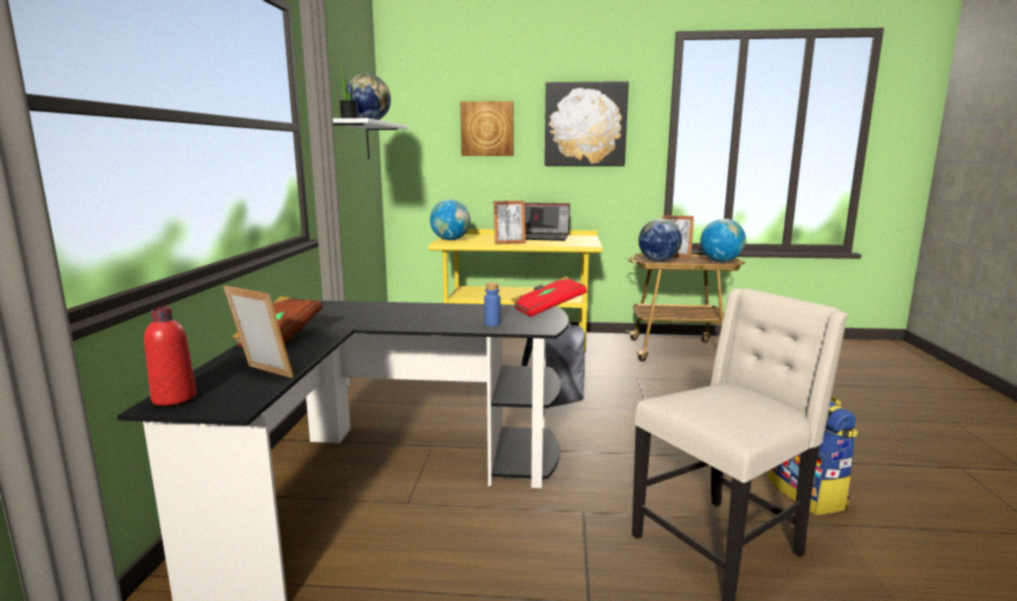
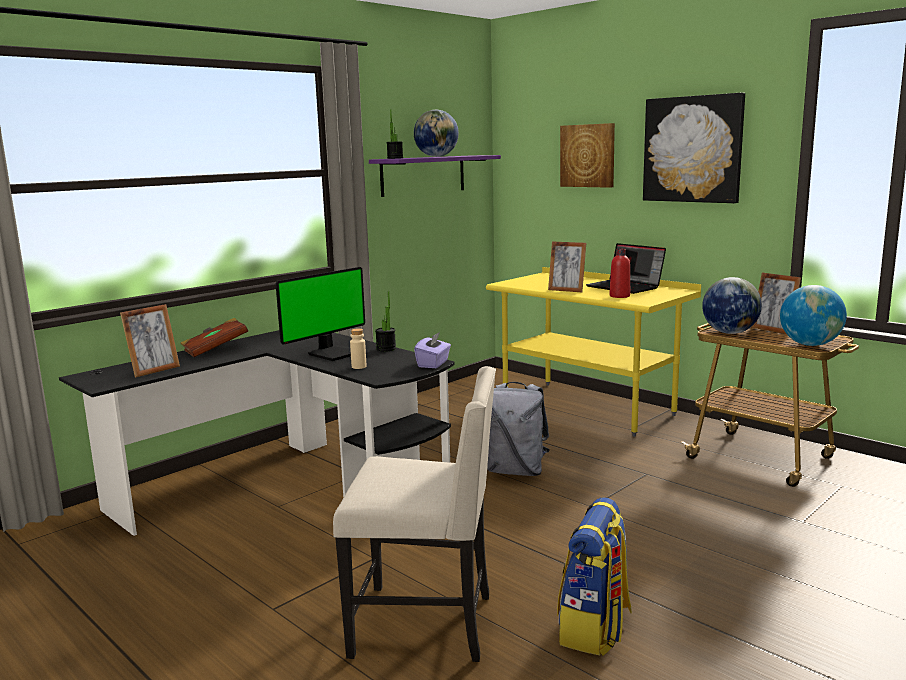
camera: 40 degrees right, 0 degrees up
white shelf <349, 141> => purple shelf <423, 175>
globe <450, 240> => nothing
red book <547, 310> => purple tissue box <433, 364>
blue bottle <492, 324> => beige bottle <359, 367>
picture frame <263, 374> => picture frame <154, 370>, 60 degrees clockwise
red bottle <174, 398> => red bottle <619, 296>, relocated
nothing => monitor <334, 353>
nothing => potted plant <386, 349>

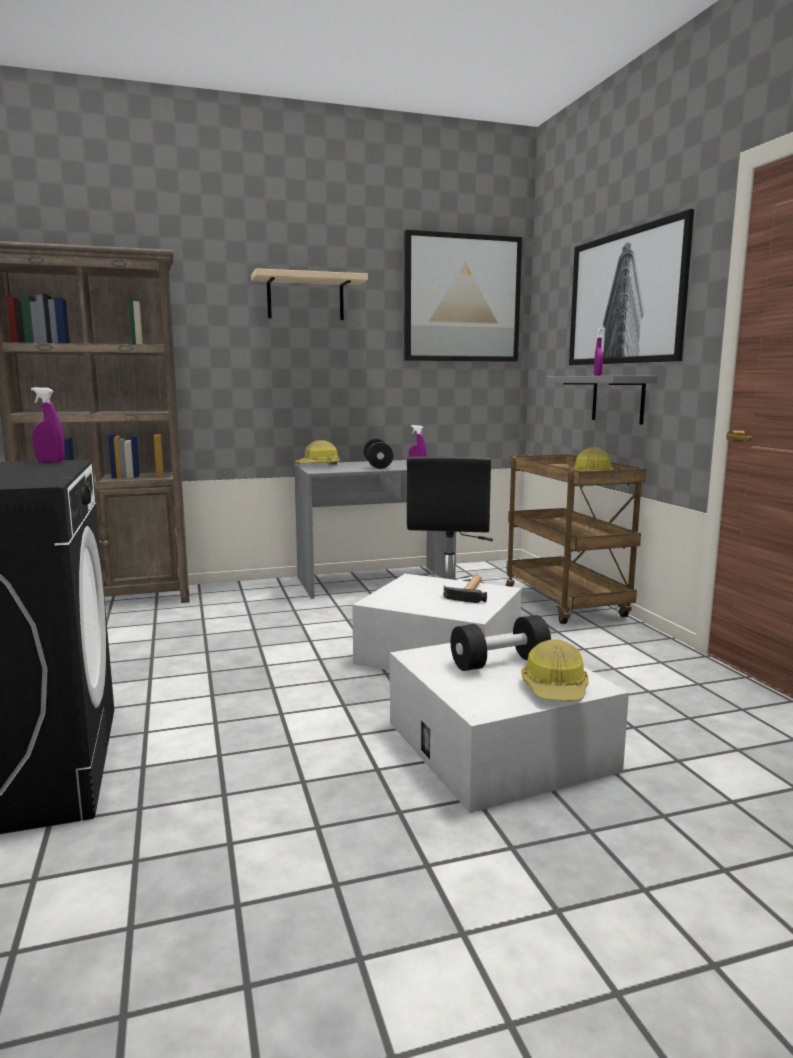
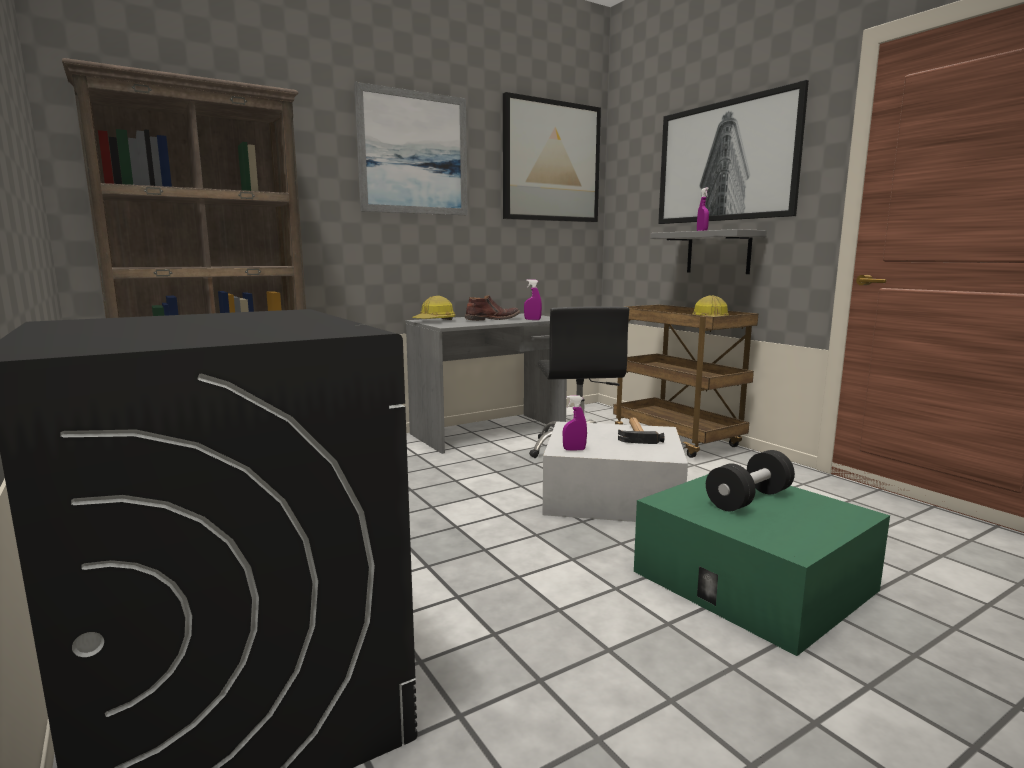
camera: 15 degrees left, 0 degrees up
beige shelf <305, 298> => picture <414, 153>
purple spray bottle <50, 461> => purple spray bottle <574, 449>, relocated
black dumbbell <377, 465> => brown boot <492, 319>
white storage box <498, 745> => green storage box <753, 580>
hard hat <555, 689> => nothing

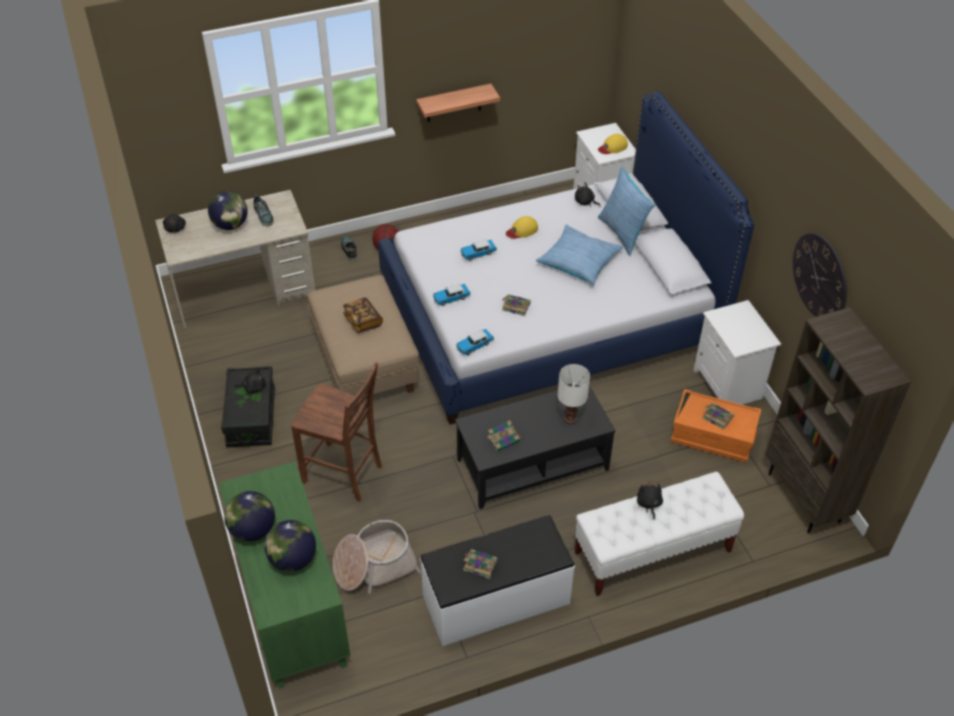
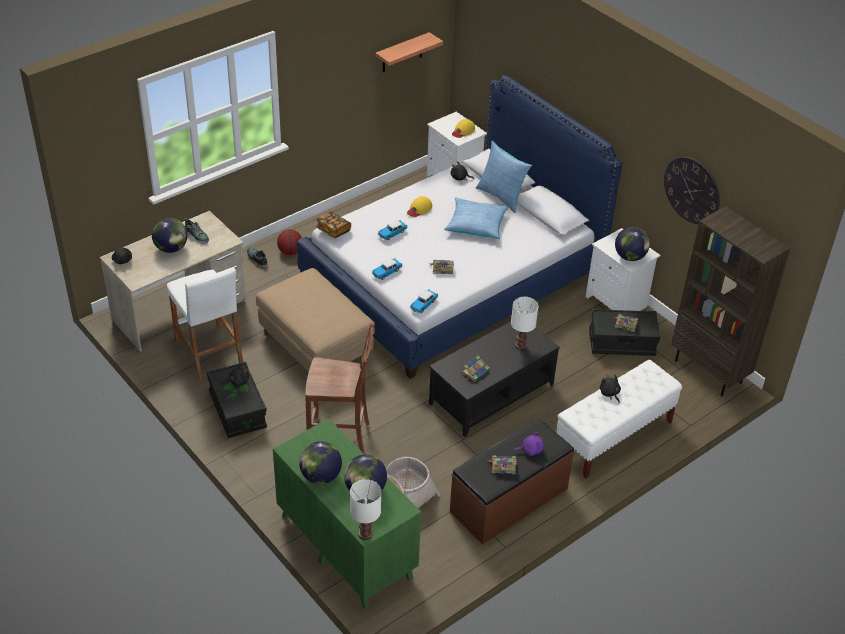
camera: 20 degrees left, 5 degrees down
shelf <454, 103> => shelf <402, 53>, relocated
book <363, 321> => book <333, 230>, relocated
orange storage box <712, 437> => black storage box <621, 343>
white bench <496, 600> => brown bench <509, 500>
nothing => globe <630, 257>
nothing => white stool <209, 354>
nothing => purple plush toy <530, 450>
nothing => white table lamp <365, 533>

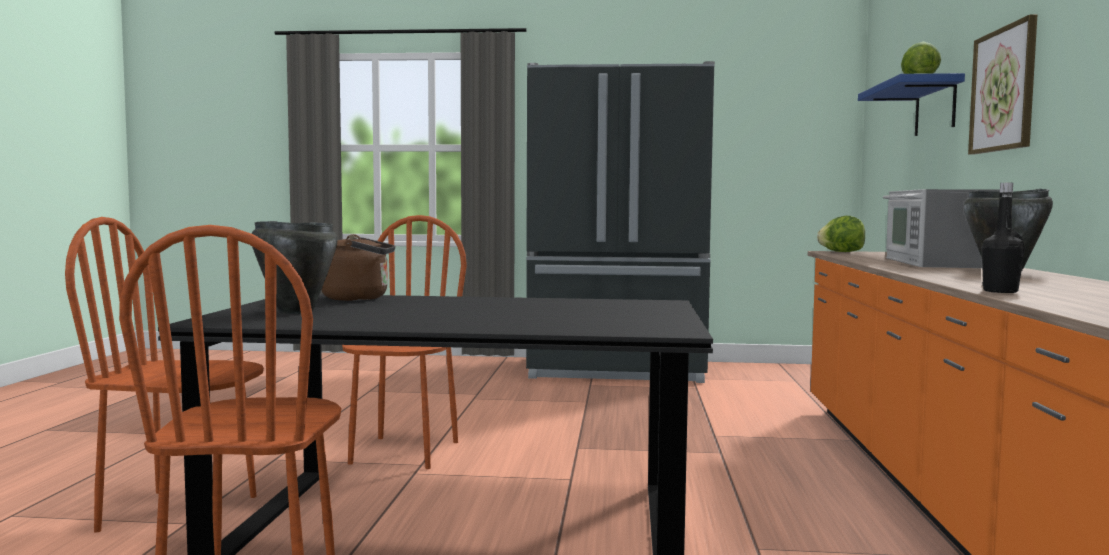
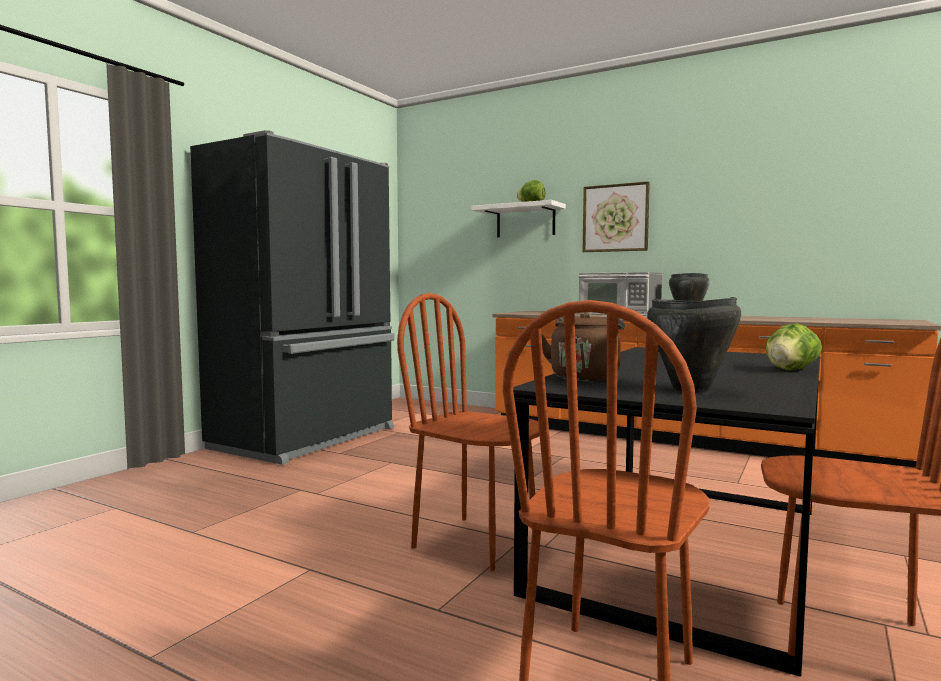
camera: 65 degrees left, 0 degrees up
blue shelf <935, 108> => white shelf <525, 221>
black bottle <1000, 291> => nothing
lettuce <841, 252> => lettuce <790, 370>, relocated

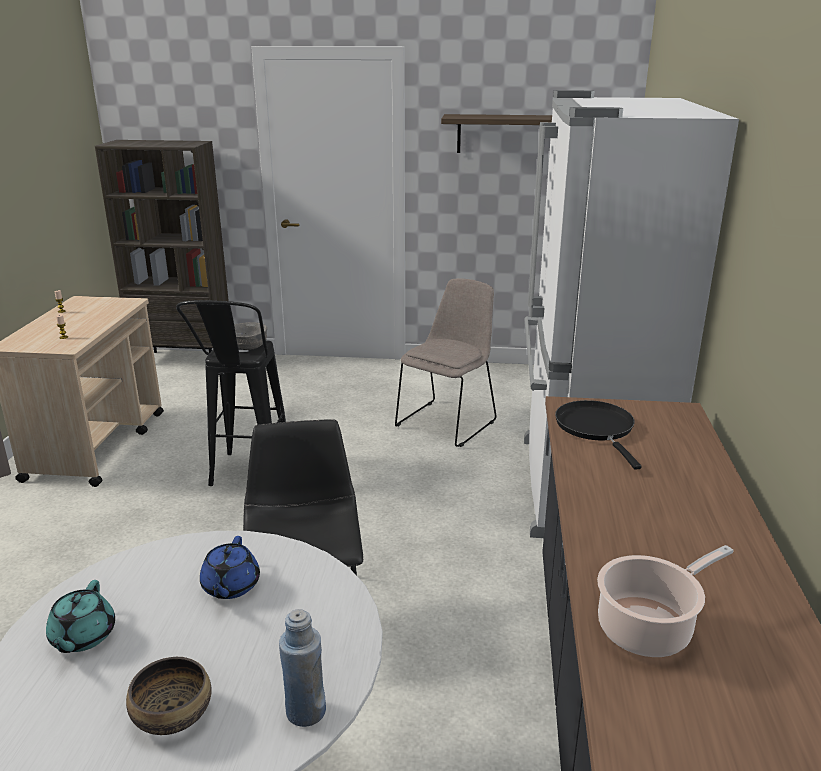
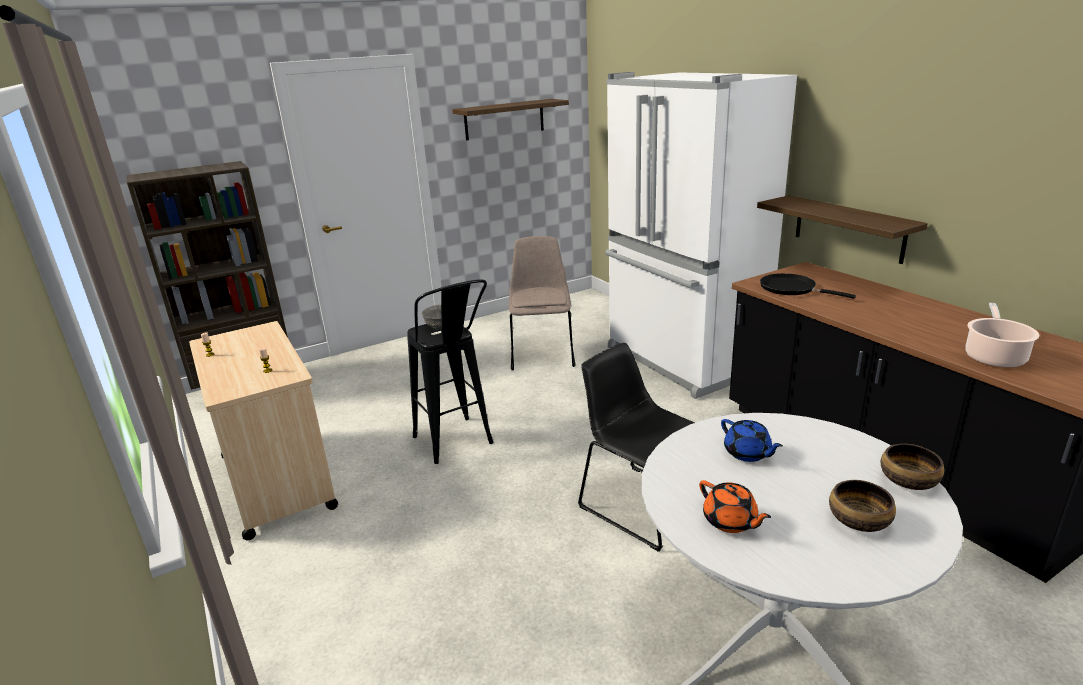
camera: 35 degrees left, 0 degrees up
turquoise teapot <82, 637> => orange teapot <730, 521>
blue bottle <305, 711> => bowl <907, 480>
nothing => shelf <848, 228>

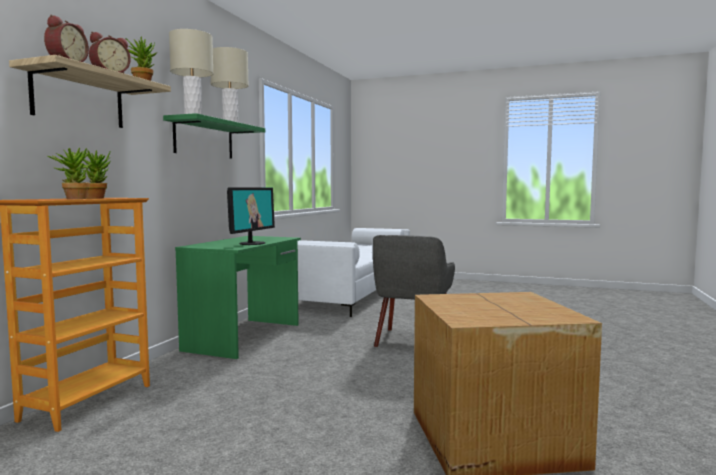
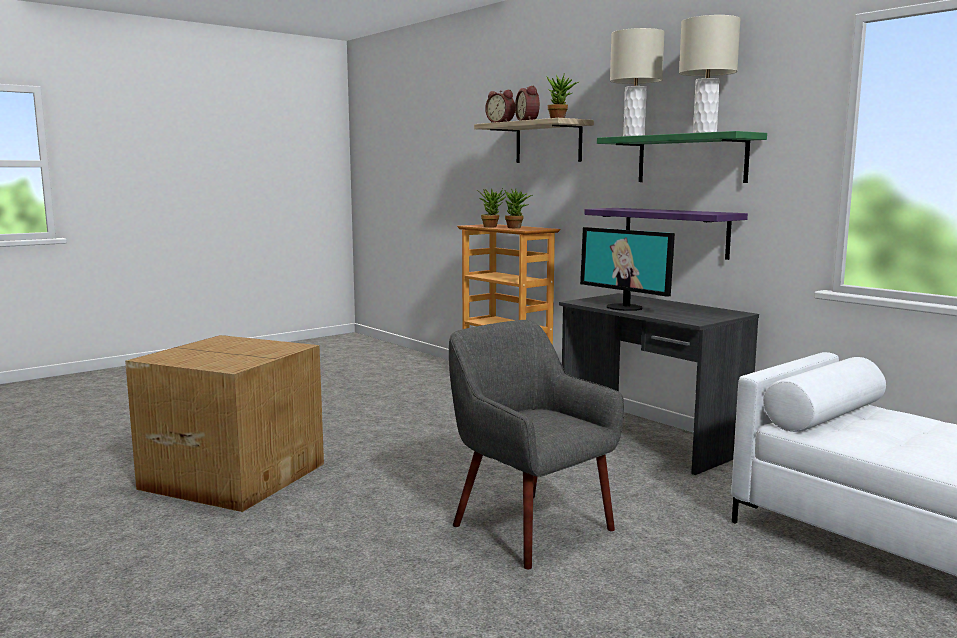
camera: 120 degrees right, 5 degrees up
green desk <245, 337> => grey desk <649, 441>
nothing => purple shelf <675, 232>

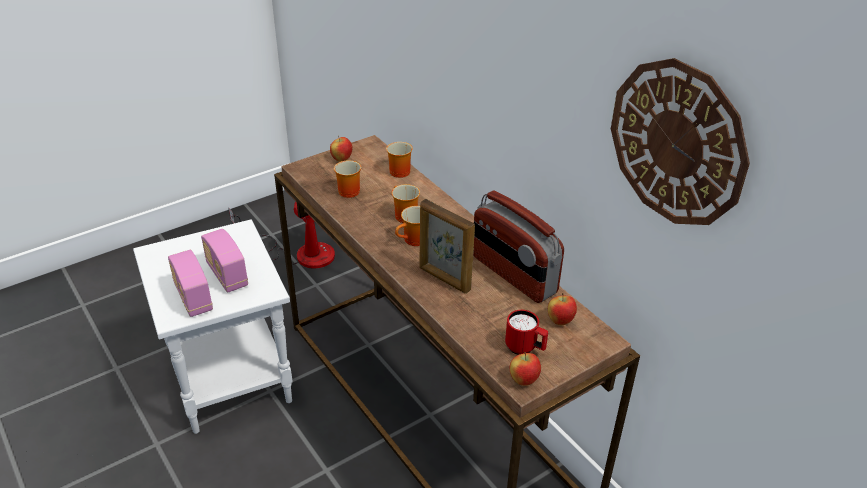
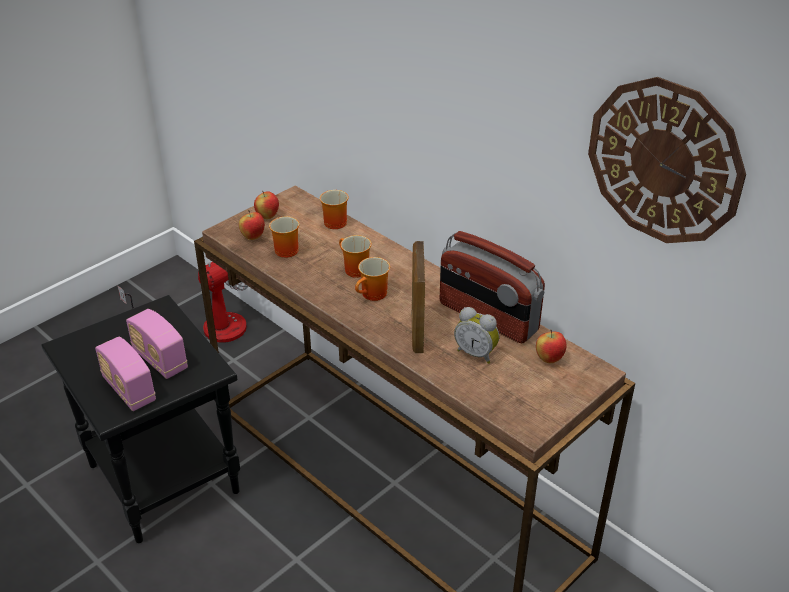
camera: 10 degrees left, 0 degrees up
picture frame <444, 279> => picture frame <417, 332>, 60 degrees clockwise
white side table <233, 380> => black side table <166, 479>
red mug <525, 348> => nothing
apple <523, 380> => apple <253, 237>, relocated
nothing => alarm clock <476, 353>

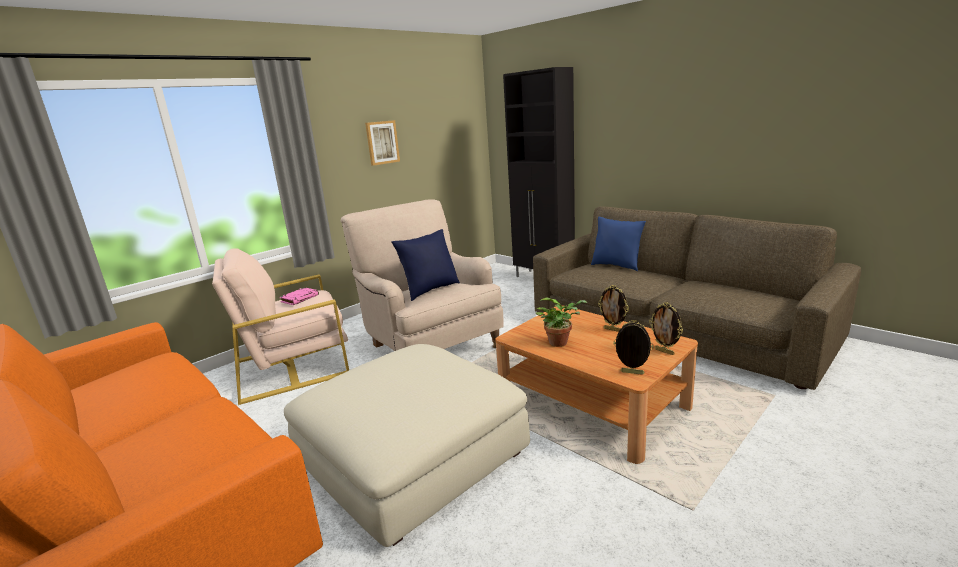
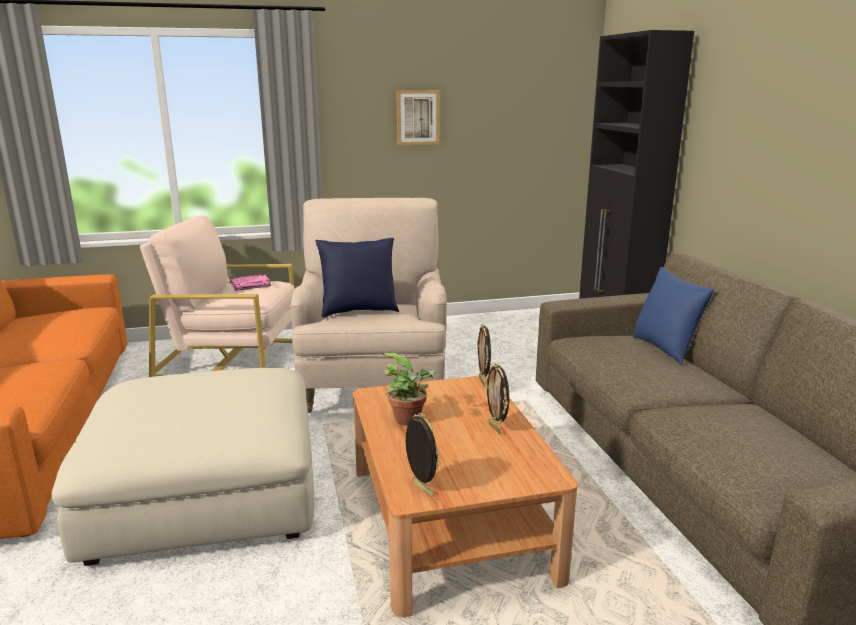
camera: 30 degrees right, 0 degrees up
picture frame <664, 351> => picture frame <483, 382>, relocated

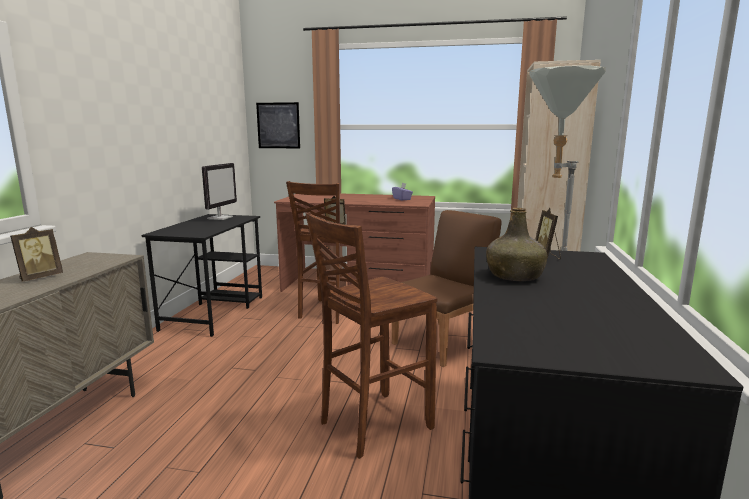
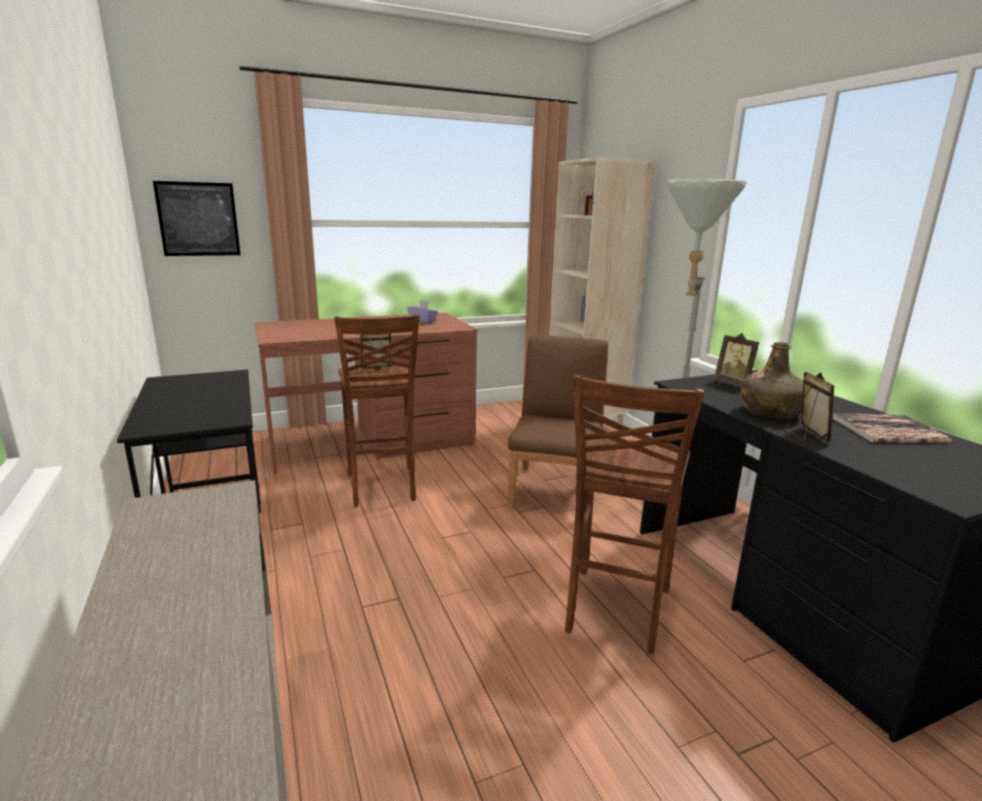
camera: 35 degrees left, 5 degrees up
monitor <220, 218> => nothing
picture frame <39, 277> => picture frame <805, 435>, relocated
nothing => book <888, 430>

